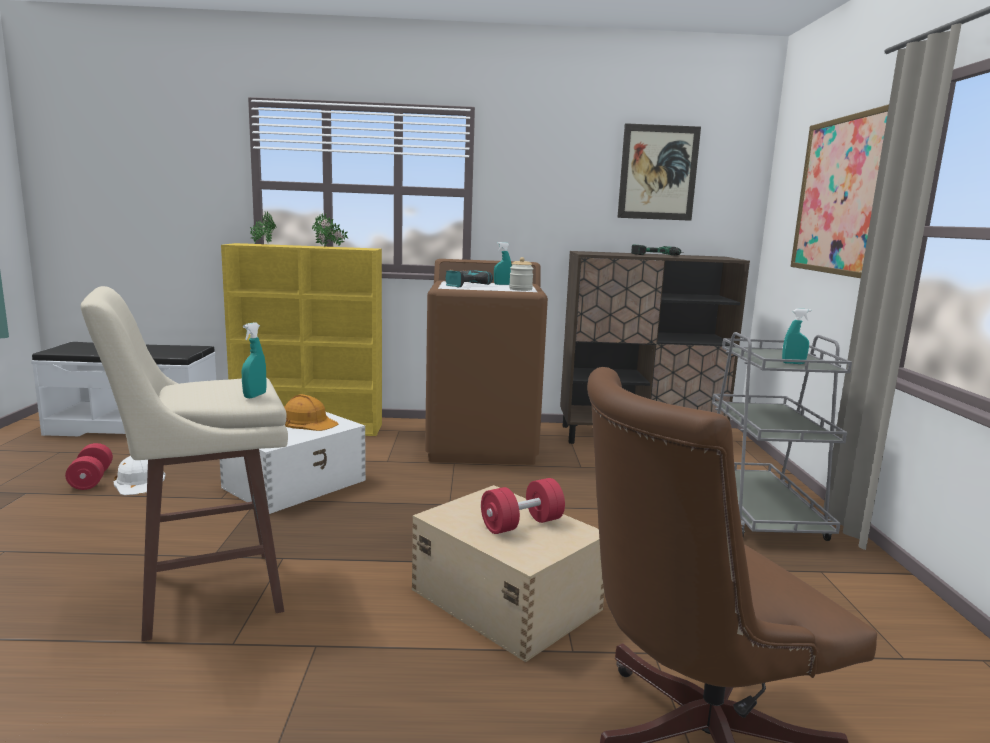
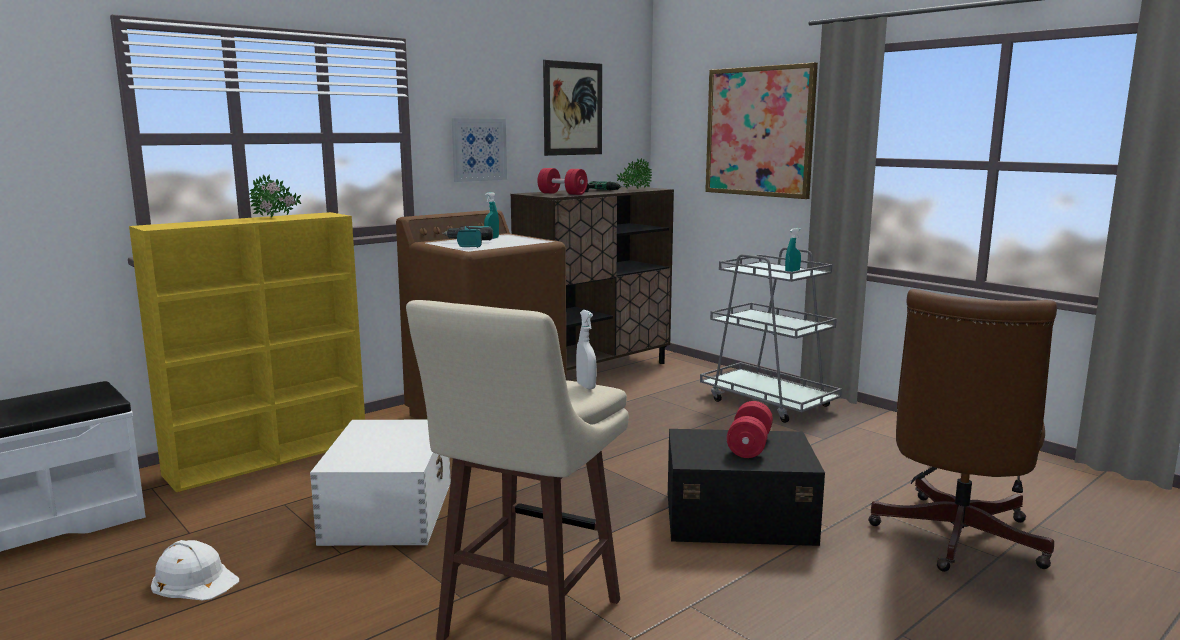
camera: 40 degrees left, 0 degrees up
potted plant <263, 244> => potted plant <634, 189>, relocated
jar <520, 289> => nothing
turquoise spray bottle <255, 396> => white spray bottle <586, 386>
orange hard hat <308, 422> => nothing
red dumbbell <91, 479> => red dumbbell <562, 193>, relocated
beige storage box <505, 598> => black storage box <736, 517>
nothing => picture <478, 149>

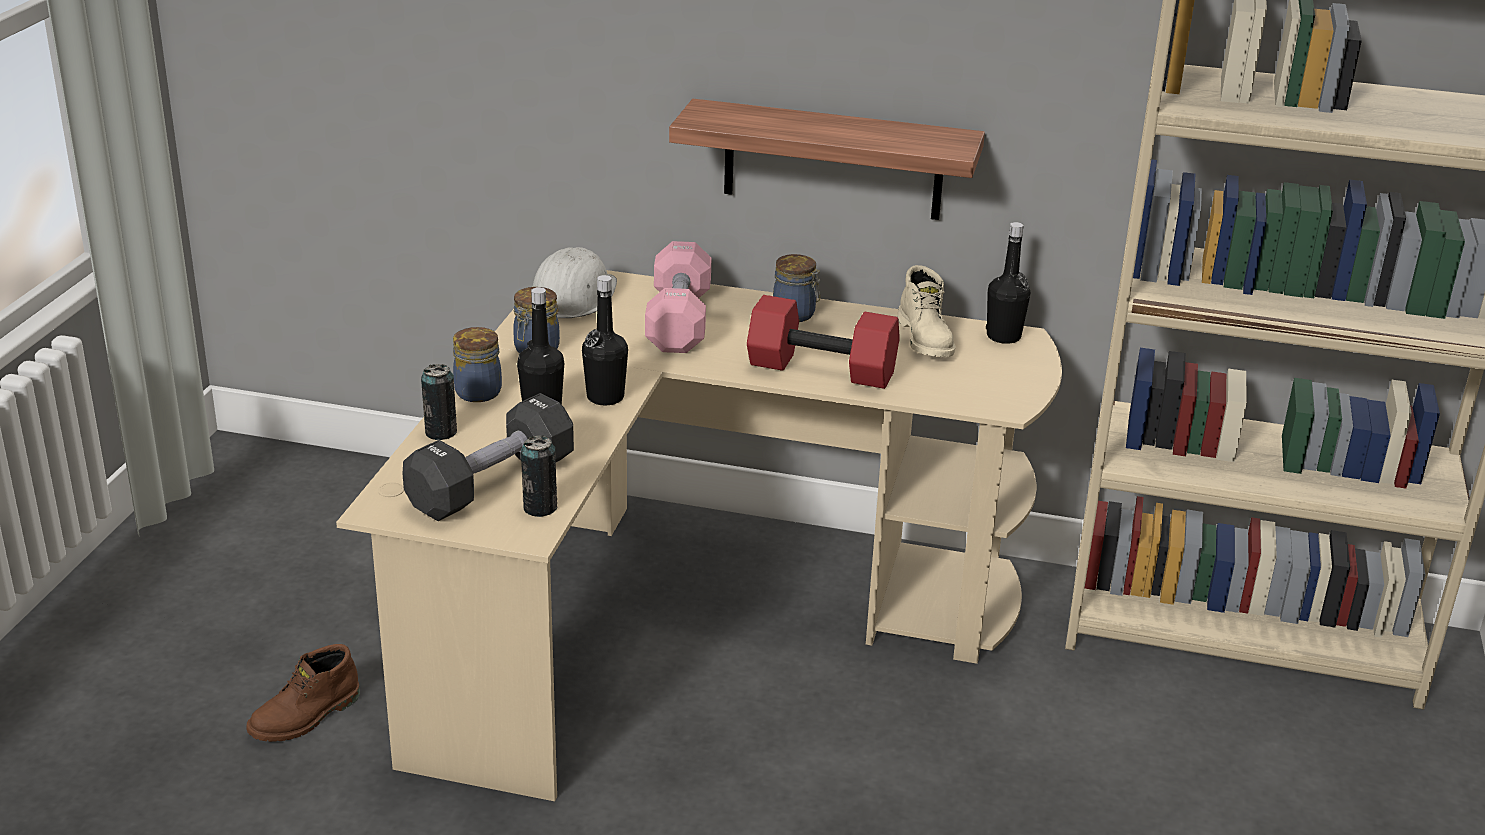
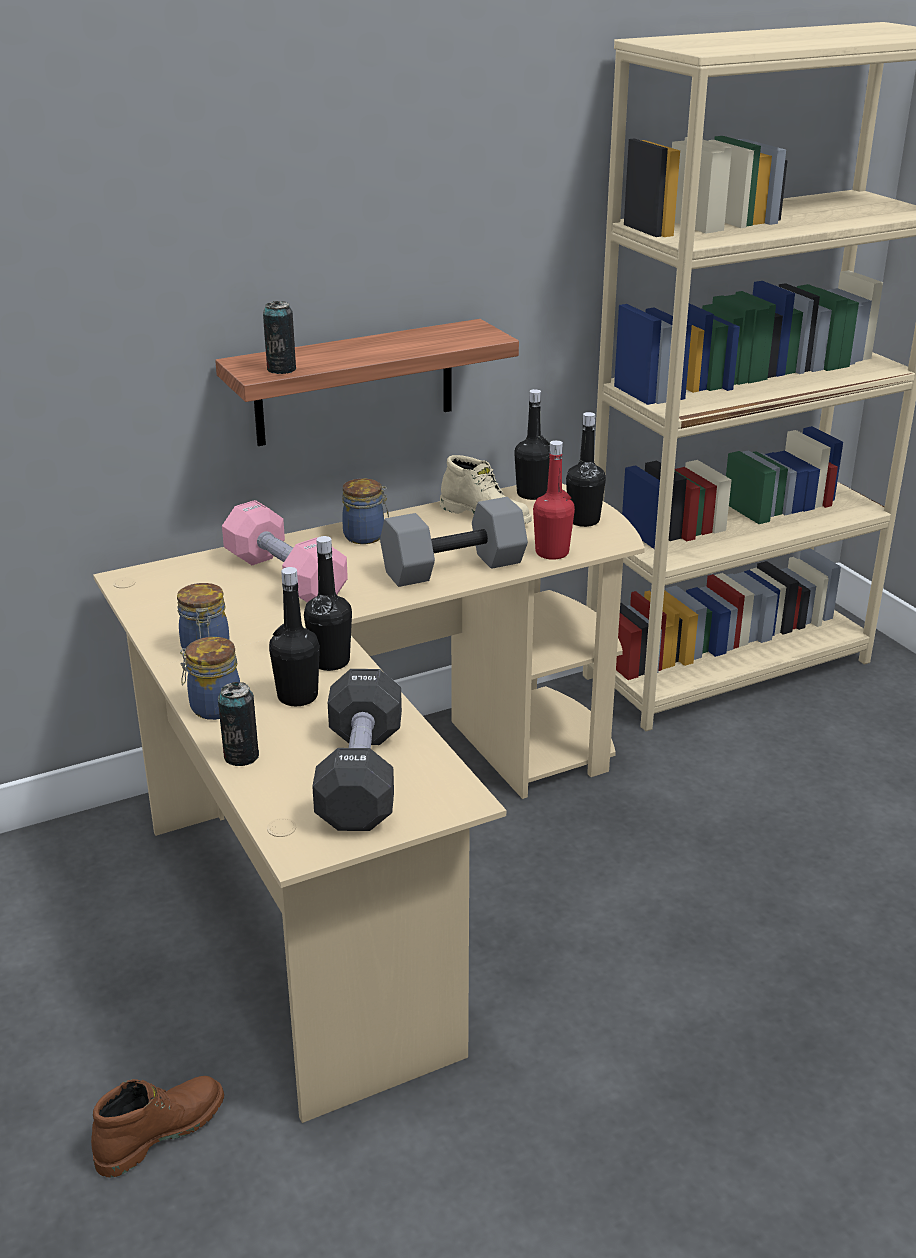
camera: 40 degrees left, 0 degrees up
white hard hat <572, 297> => nothing
red dumbbell <823, 368> => grey dumbbell <454, 567>
can <540, 508> => can <281, 369>, relocated
brown boot <306, 717> => brown boot <160, 1131>, 135 degrees counterclockwise
nothing => black bottle <583, 520>
nothing => red bottle <552, 553>

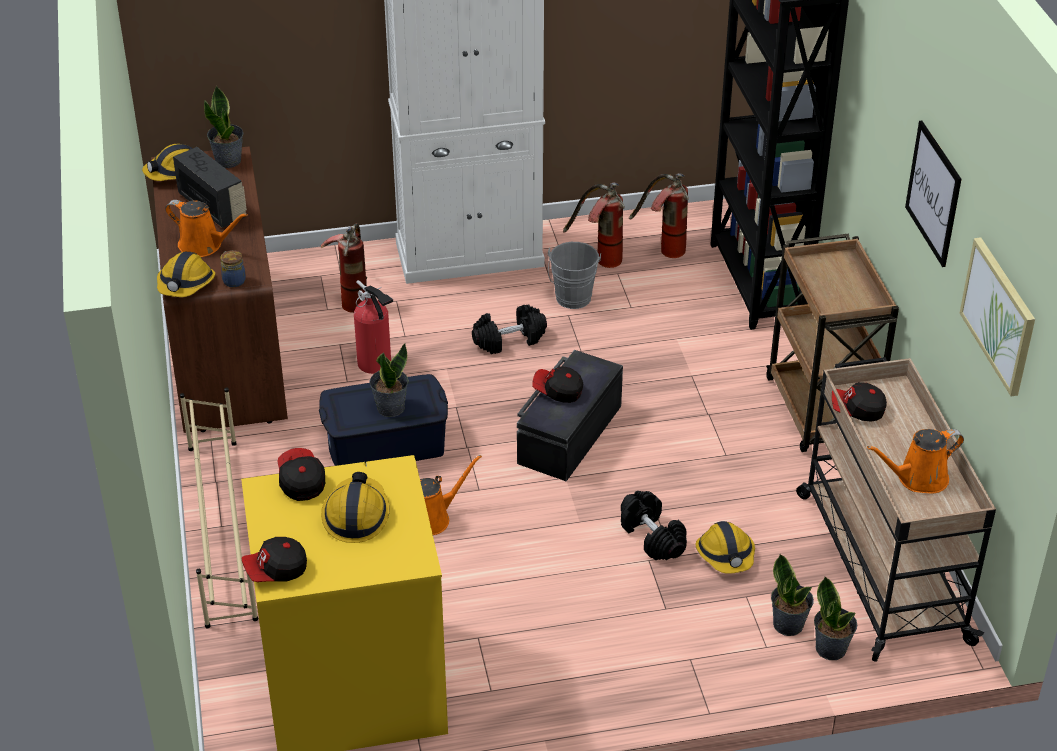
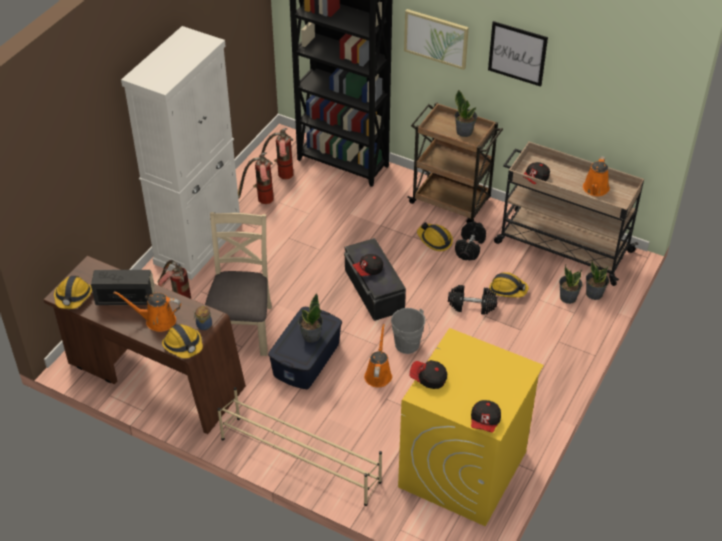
camera: 50 degrees left, 5 degrees up
potted plant <228, 161> => potted plant <464, 131>, relocated
orange watering can <204, 245> => orange watering can <157, 320>, 150 degrees counterclockwise
picture <999, 315> => picture <436, 38>, relocated
grey bucket <572, 300> => grey bucket <409, 346>, relocated
fire extinguisher <376, 365> => beige chair <242, 328>
black dumbbell <509, 340> => black dumbbell <469, 247>, relocated
hard hat <356, 515> => hard hat <434, 240>, relocated

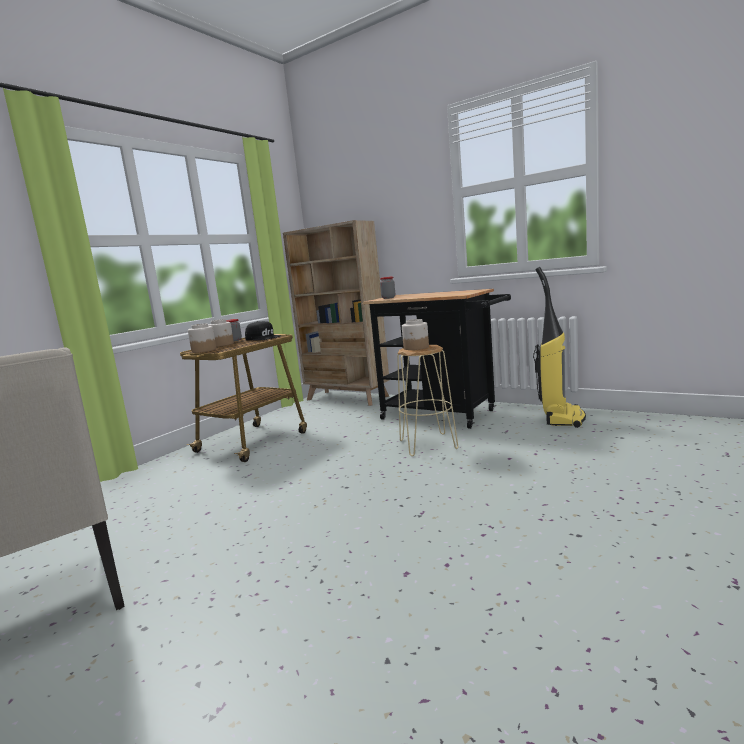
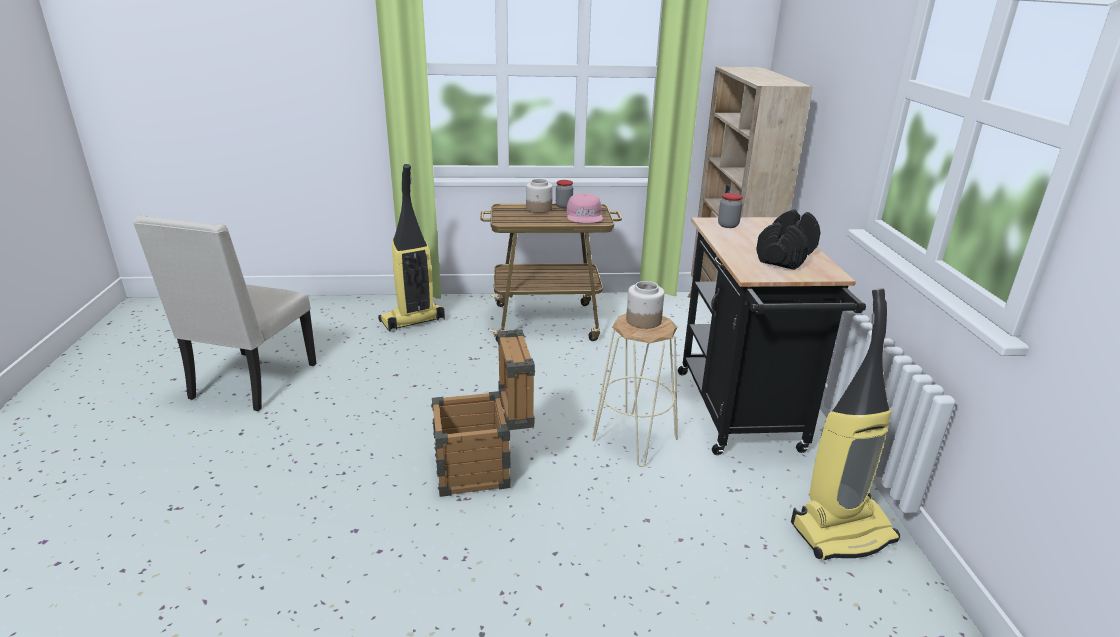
camera: 50 degrees right, 15 degrees up
black cap <263, 338> => pink cap <585, 216>
jar <204, 350> => nothing
nothing => vacuum cleaner <412, 321>
nothing => black dumbbell <785, 256>
nothing => crate <484, 469>

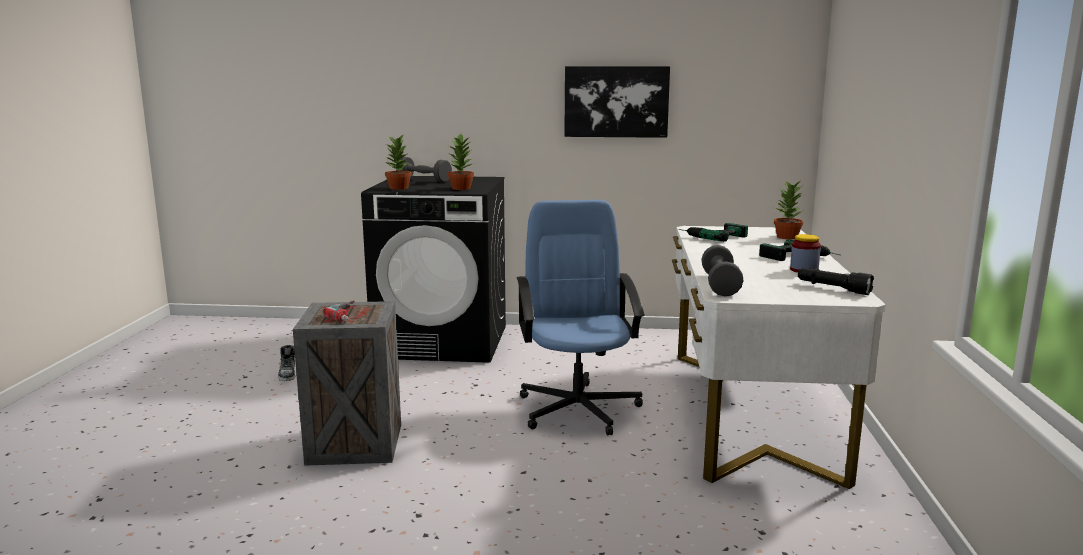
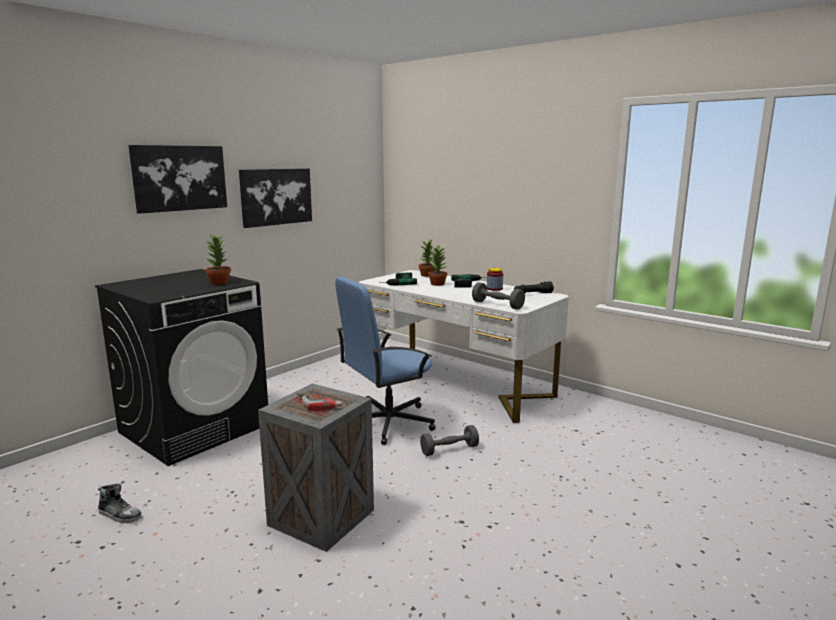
camera: 55 degrees left, 0 degrees up
potted plant <399, 188> => potted plant <438, 284>, relocated
grey dumbbell <424, 180> => grey dumbbell <449, 450>, relocated
blue office chair <578, 408> => blue office chair <387, 422>, 60 degrees counterclockwise
nothing => picture <179, 178>

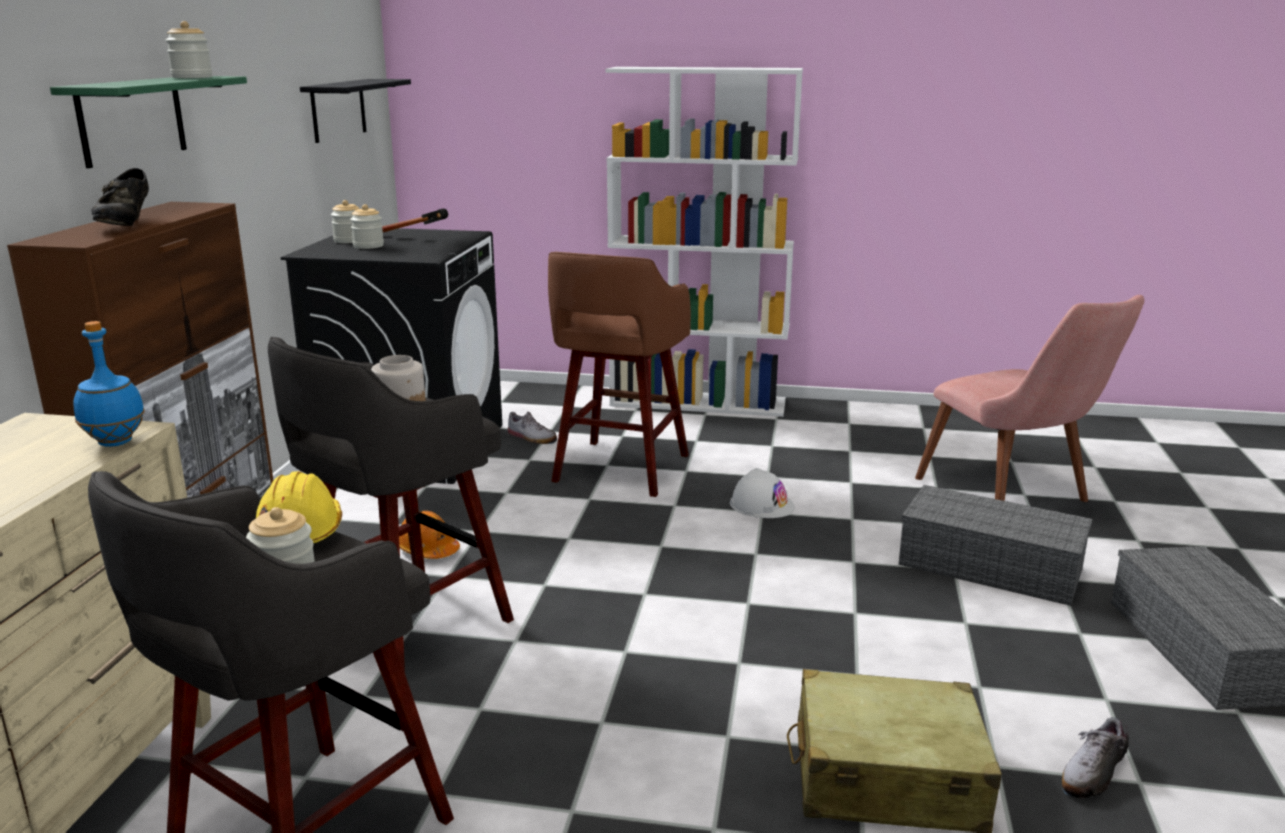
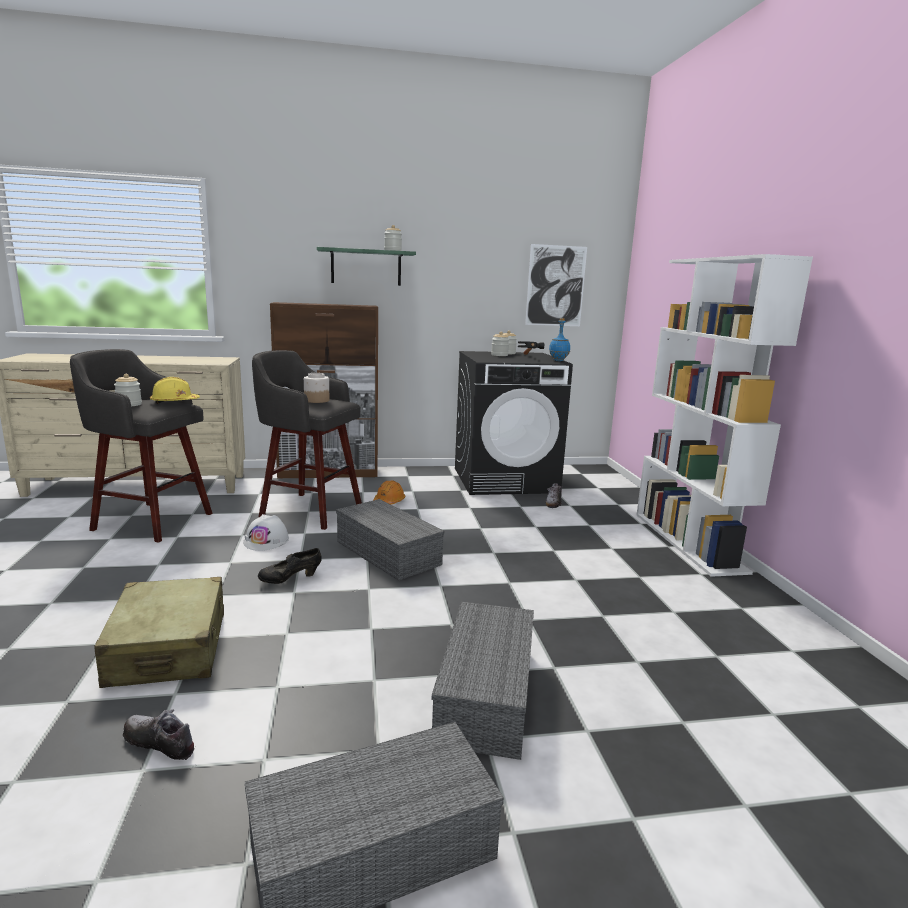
camera: 70 degrees right, 5 degrees down
black shelf <338, 110> => picture <555, 286>
black shoe <125, 225> => black shoe <290, 579>, relocated
brown stool <619, 470> => nothing
pink chair <1016, 496> => nothing
blue bottle <116, 442> => blue bottle <558, 360>, relocated
white hard hat <761, 505> => white hard hat <266, 540>, relocated
nothing => grey storage box <390, 553>

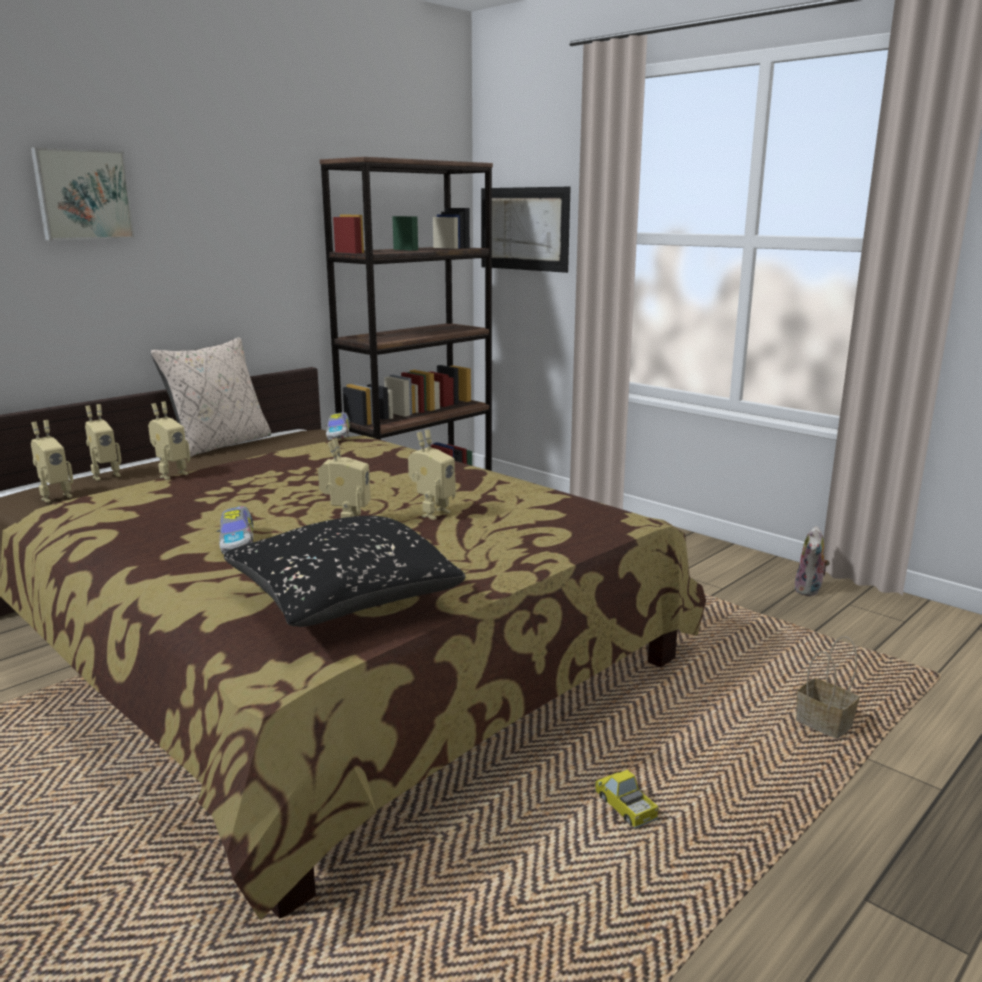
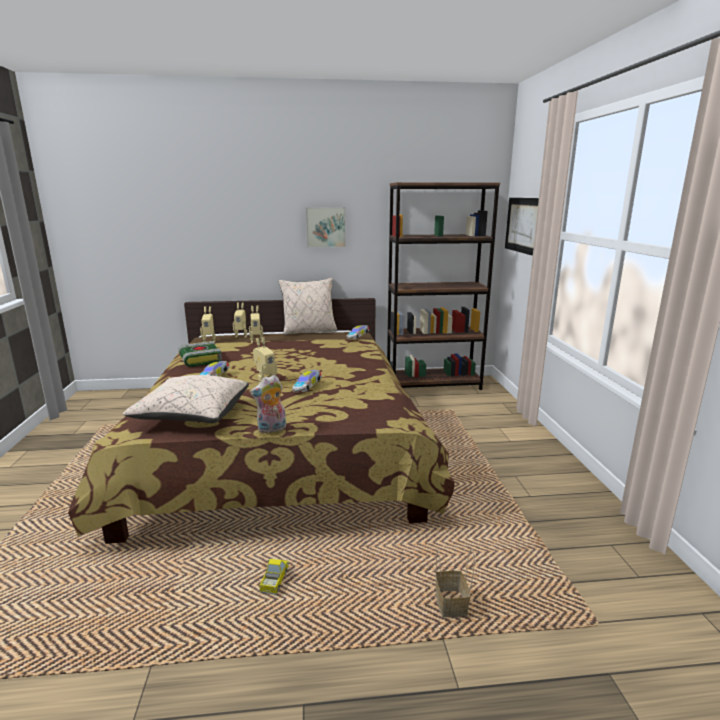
camera: 40 degrees right, 0 degrees up
picture <82, 195> => picture <326, 227>, relocated
toy robot <432, 513> => toy car <307, 387>
black pillow <343, 600> => beige pillow <192, 415>
plush toy <809, 590> => plush toy <271, 429>, relocated
nothing => book <199, 359>

